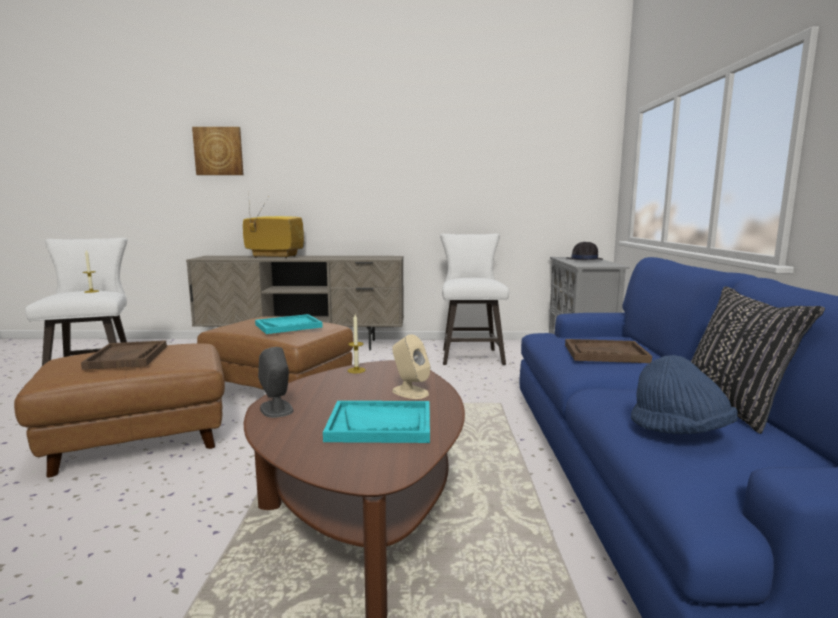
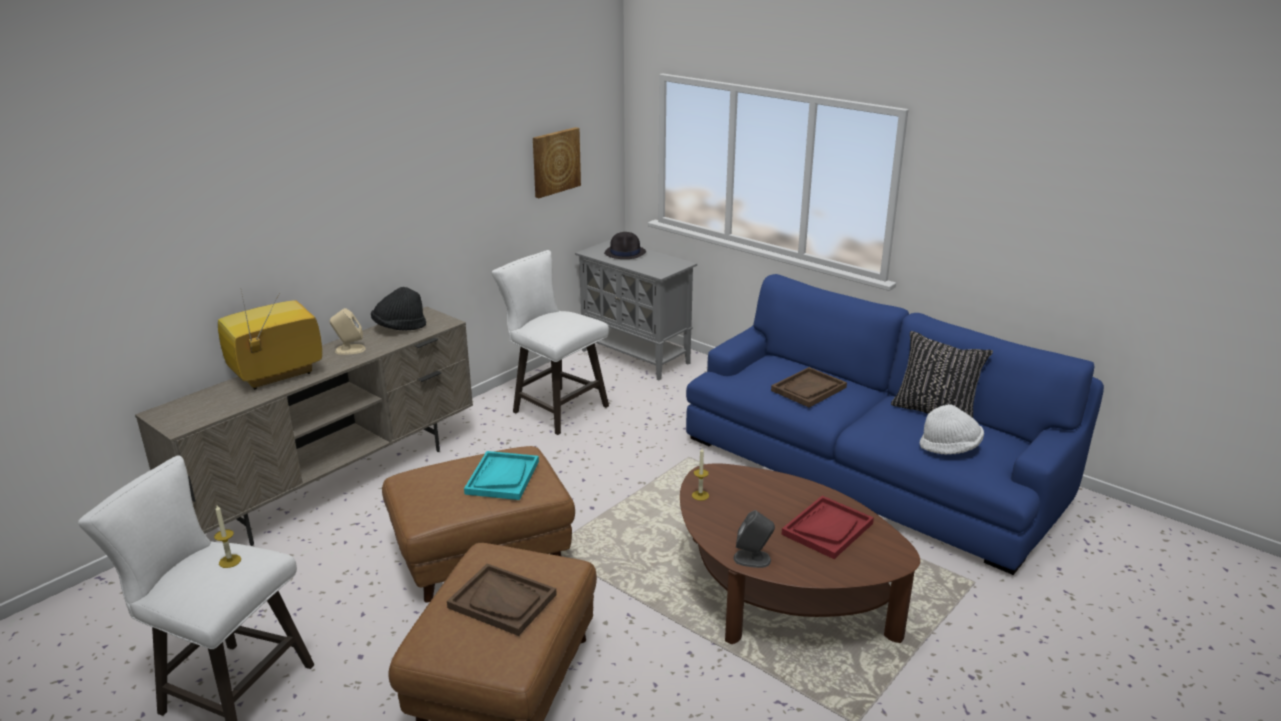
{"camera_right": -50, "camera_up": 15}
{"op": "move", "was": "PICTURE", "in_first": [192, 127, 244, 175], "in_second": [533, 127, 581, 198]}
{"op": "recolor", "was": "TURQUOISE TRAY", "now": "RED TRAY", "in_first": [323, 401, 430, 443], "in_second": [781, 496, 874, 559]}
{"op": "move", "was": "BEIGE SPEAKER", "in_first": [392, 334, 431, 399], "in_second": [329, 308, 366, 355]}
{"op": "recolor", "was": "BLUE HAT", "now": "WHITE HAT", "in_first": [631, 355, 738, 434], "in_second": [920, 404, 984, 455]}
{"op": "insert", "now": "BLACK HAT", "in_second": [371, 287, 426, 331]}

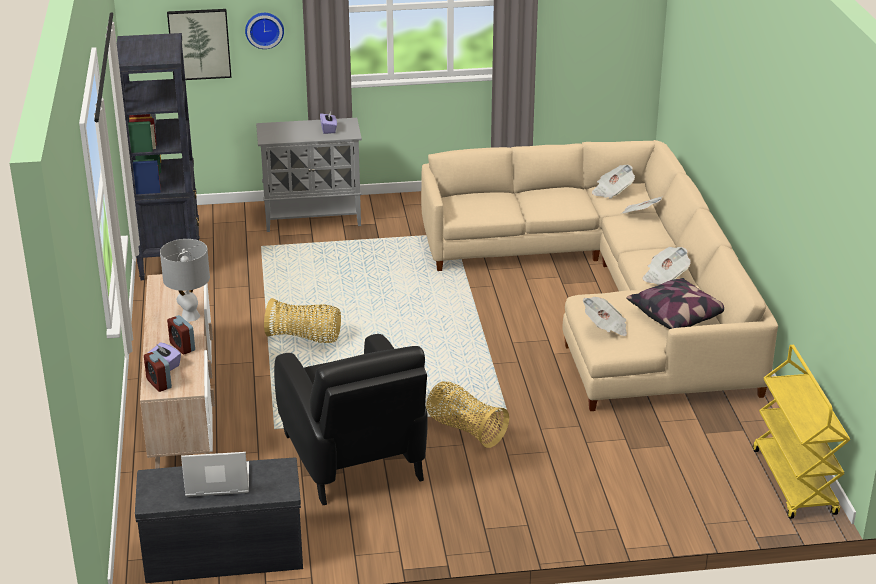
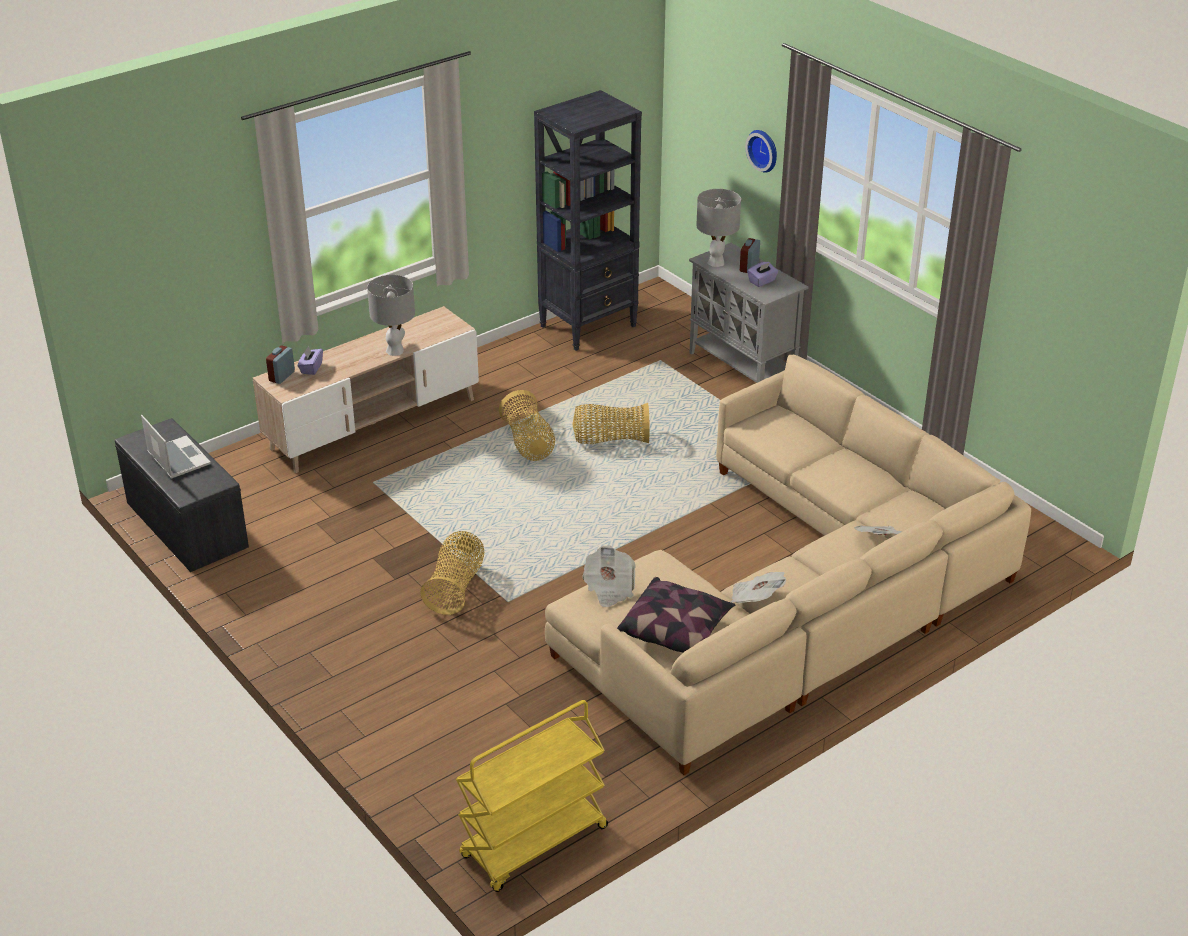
{"camera_right": 60, "camera_up": 5}
{"op": "delete", "was": "PICTURE", "in_first": [167, 9, 231, 80]}
{"op": "move", "was": "ALARM CLOCK", "in_first": [167, 315, 195, 354], "in_second": [740, 238, 760, 273]}
{"op": "delete", "was": "BLACK ARMCHAIR", "in_first": [274, 334, 428, 505]}
{"op": "delete", "was": "NEWSPAPER", "in_first": [592, 165, 635, 199]}
{"op": "insert", "now": "BASKET", "in_second": [572, 403, 650, 444]}
{"op": "insert", "now": "GREY TABLE LAMP", "in_second": [696, 189, 741, 267]}

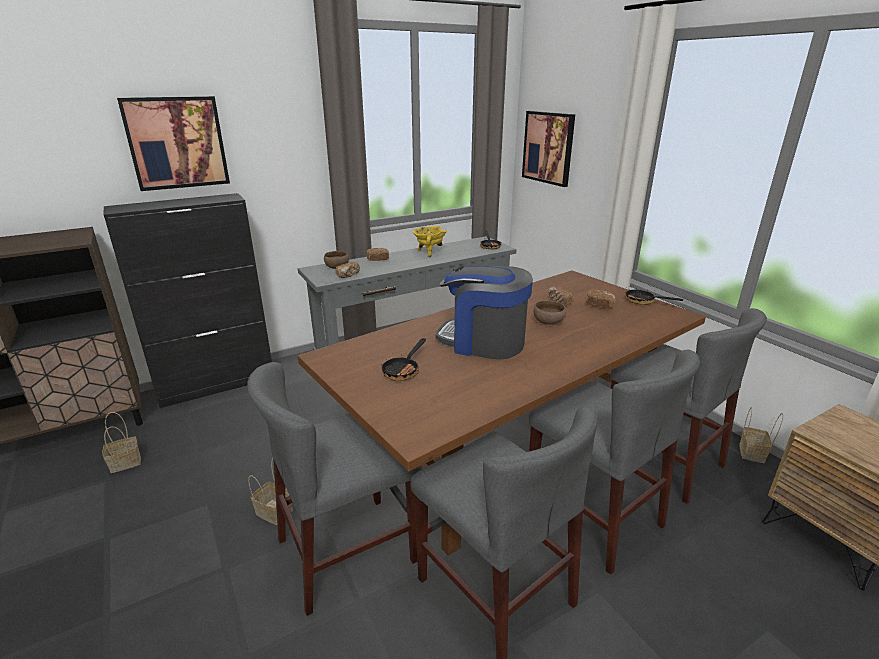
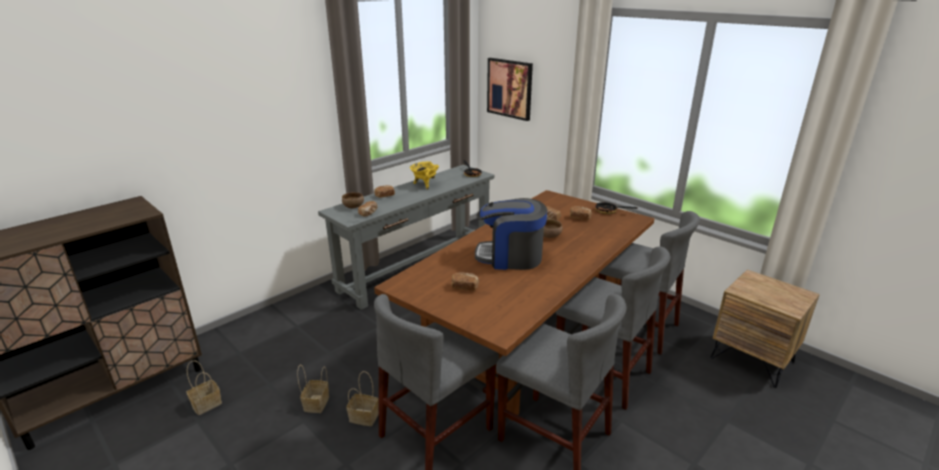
{"camera_right": -15, "camera_up": 0}
{"op": "delete", "was": "BLACK CABINET", "in_first": [103, 193, 272, 408]}
{"op": "delete", "was": "PICTURE", "in_first": [117, 96, 230, 191]}
{"op": "replace", "was": "FRYING PAN", "now": "BREAD", "in_first": [381, 338, 426, 381], "in_second": [452, 272, 479, 291]}
{"op": "move", "was": "BASKET", "in_first": [740, 407, 783, 463], "in_second": [297, 365, 329, 413]}

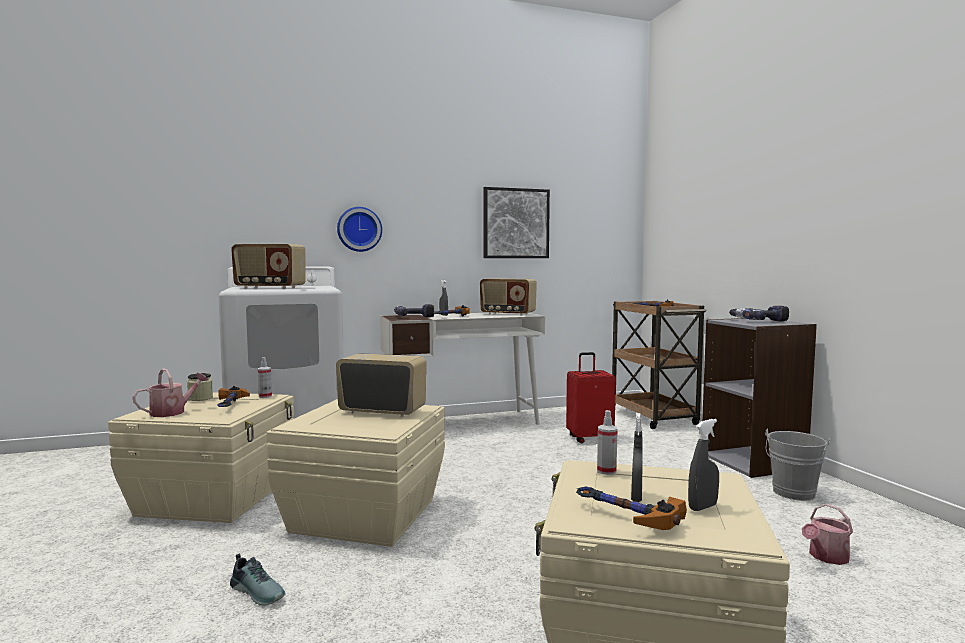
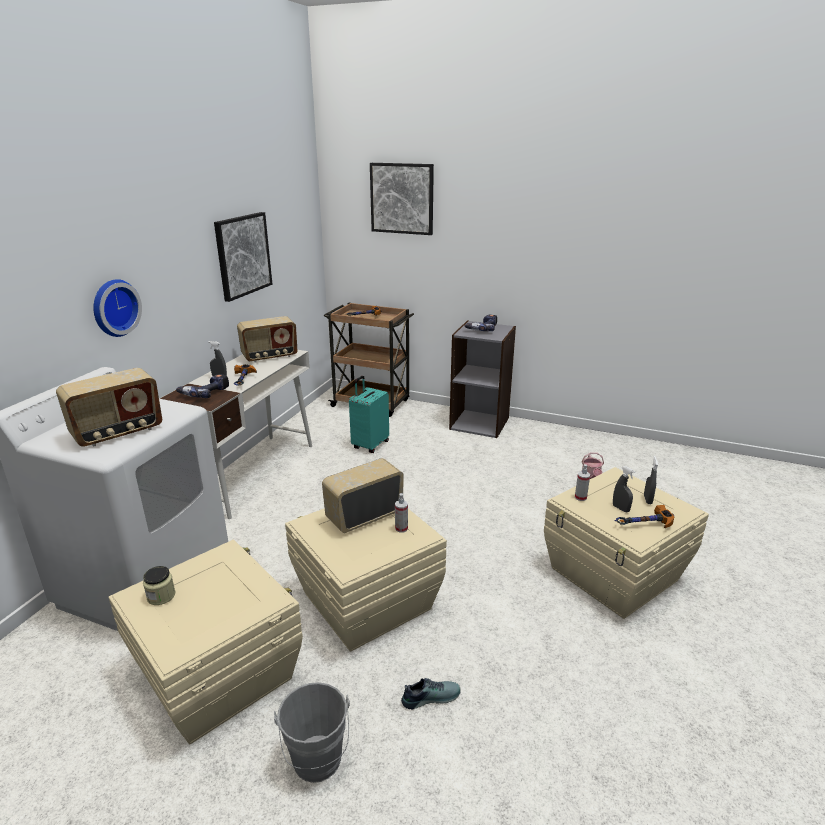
{"camera_right": -50, "camera_up": 20}
{"op": "delete", "was": "WATERING CAN", "in_first": [132, 369, 209, 417]}
{"op": "delete", "was": "HAMMER", "in_first": [218, 386, 250, 407]}
{"op": "move", "was": "SPRAY BOTTLE", "in_first": [258, 357, 272, 398], "in_second": [395, 493, 408, 533]}
{"op": "recolor", "was": "RED SUITCASE", "now": "TURQUOISE SUITCASE", "in_first": [566, 352, 616, 443], "in_second": [349, 376, 389, 453]}
{"op": "move", "was": "GREY BUCKET", "in_first": [765, 428, 830, 501], "in_second": [274, 682, 350, 783]}
{"op": "insert", "now": "PICTURE", "in_second": [370, 163, 434, 235]}

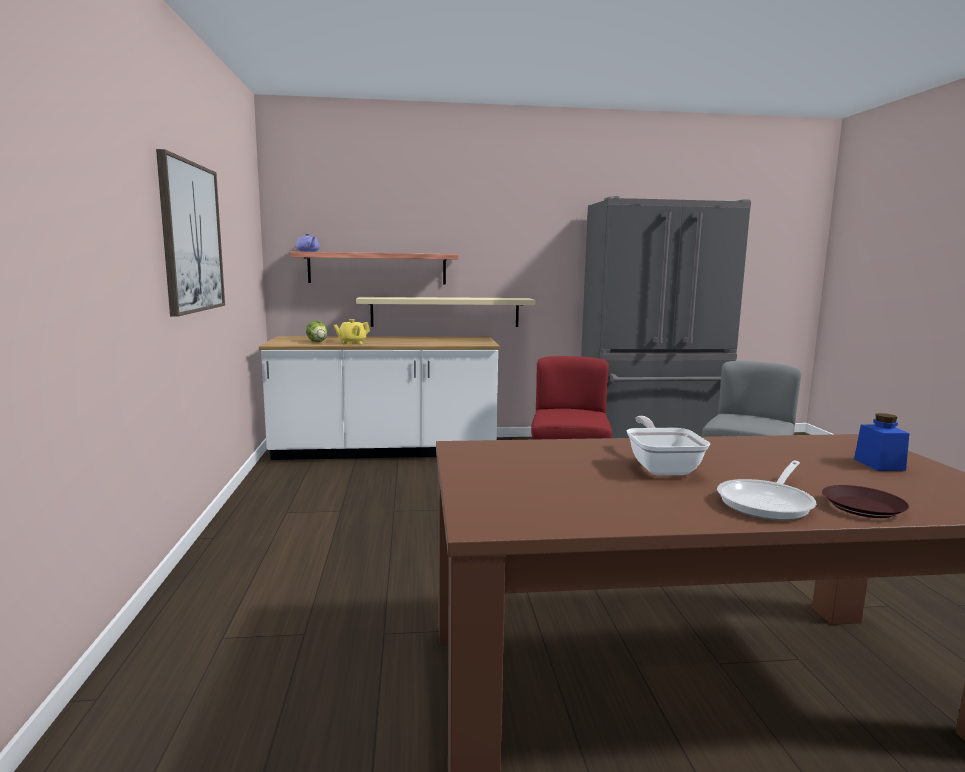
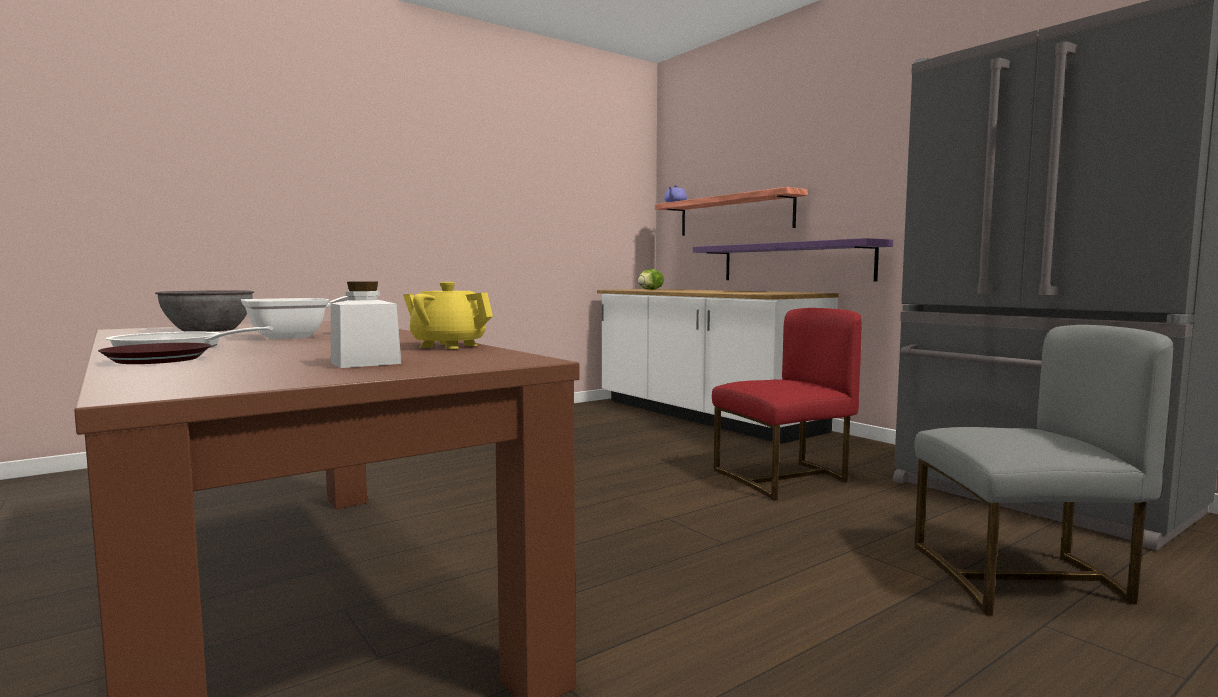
{"camera_right": 60, "camera_up": -5}
{"op": "delete", "was": "PICTURE", "in_first": [156, 149, 225, 317]}
{"op": "move", "was": "YELLOW TEAPOT", "in_first": [334, 319, 370, 345], "in_second": [403, 282, 493, 349]}
{"op": "recolor", "was": "BEIGE SHELF", "now": "PURPLE SHELF", "in_first": [356, 297, 535, 327], "in_second": [693, 238, 893, 281]}
{"op": "recolor", "was": "BLUE JAR", "now": "WHITE JAR", "in_first": [854, 413, 909, 471], "in_second": [331, 282, 401, 368]}
{"op": "insert", "now": "GREY BOWL", "in_second": [155, 290, 254, 332]}

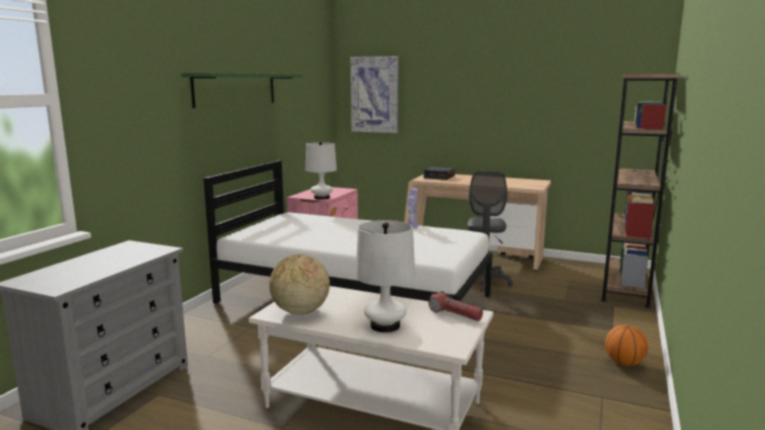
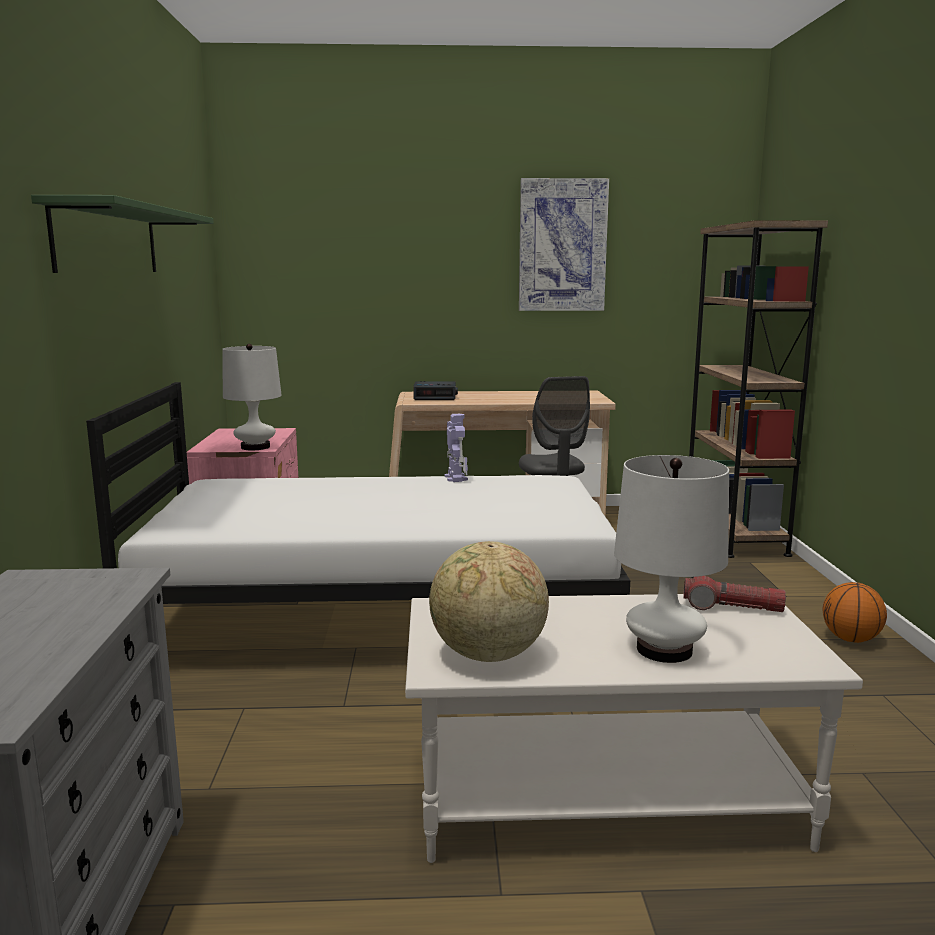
{"camera_right": -25, "camera_up": 0}
{"op": "move", "was": "PICTURE", "in_first": [351, 56, 399, 133], "in_second": [519, 178, 609, 311]}

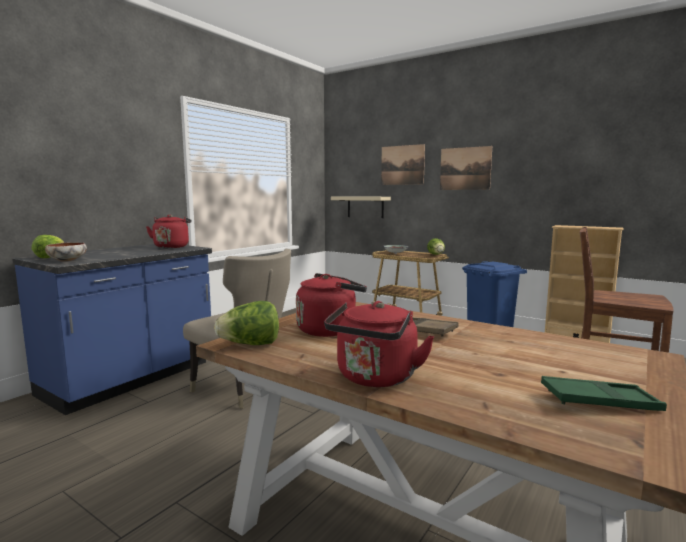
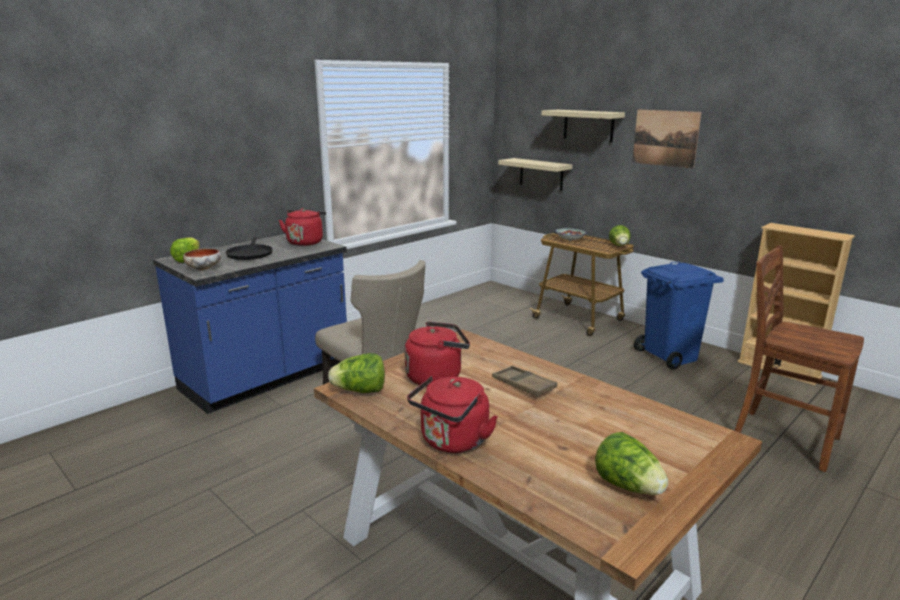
{"camera_right": 10, "camera_up": 10}
{"op": "replace", "was": "PICTURE", "now": "BEIGE SHELF", "in_first": [381, 144, 425, 185], "in_second": [541, 110, 625, 143]}
{"op": "replace", "was": "GREEN TRAY", "now": "LETTUCE", "in_first": [541, 376, 667, 411], "in_second": [595, 432, 668, 495]}
{"op": "insert", "now": "BLACK FRYING PAN", "in_second": [226, 237, 273, 260]}

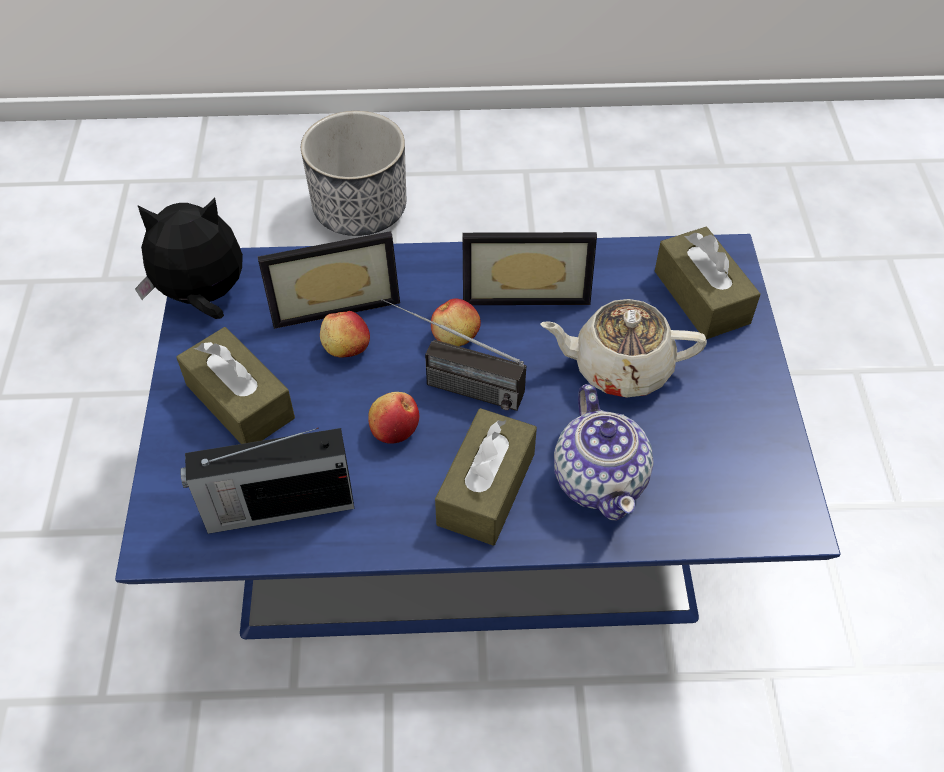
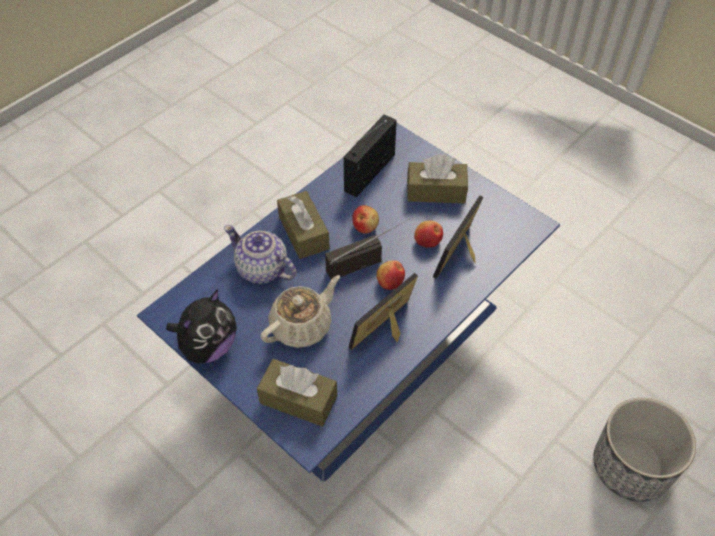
{"camera_right": 135, "camera_up": 0}
{"op": "move", "was": "PLUSH TOY", "in_first": [135, 198, 243, 319], "in_second": [166, 289, 237, 363]}

